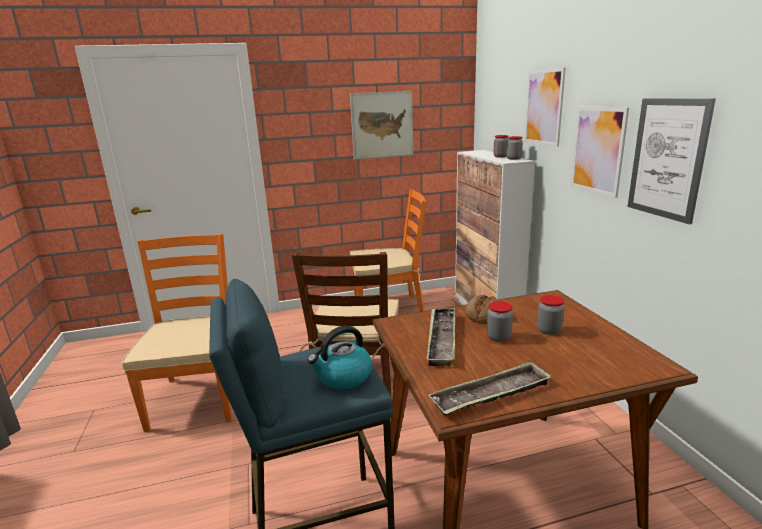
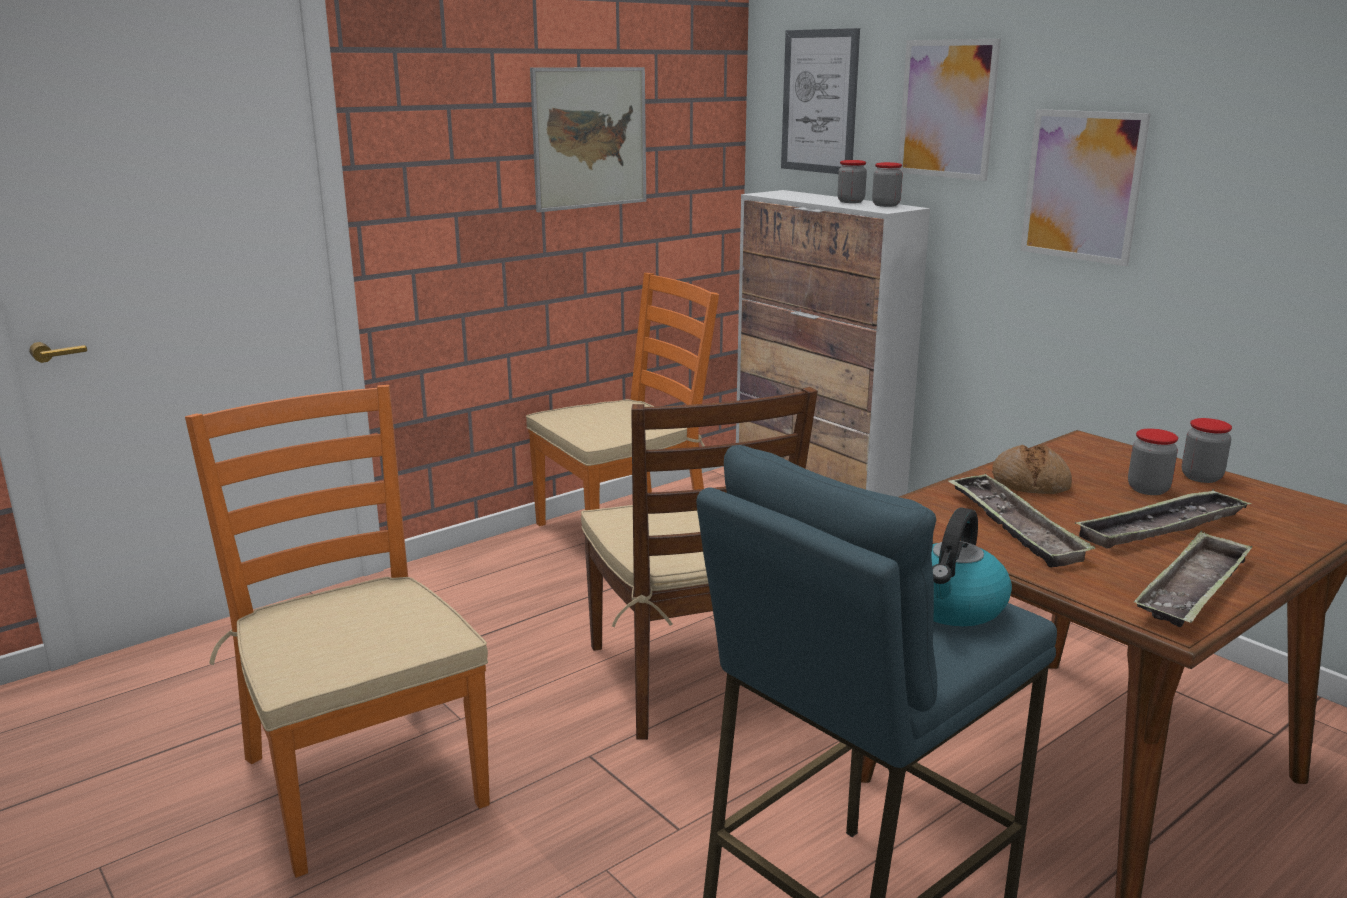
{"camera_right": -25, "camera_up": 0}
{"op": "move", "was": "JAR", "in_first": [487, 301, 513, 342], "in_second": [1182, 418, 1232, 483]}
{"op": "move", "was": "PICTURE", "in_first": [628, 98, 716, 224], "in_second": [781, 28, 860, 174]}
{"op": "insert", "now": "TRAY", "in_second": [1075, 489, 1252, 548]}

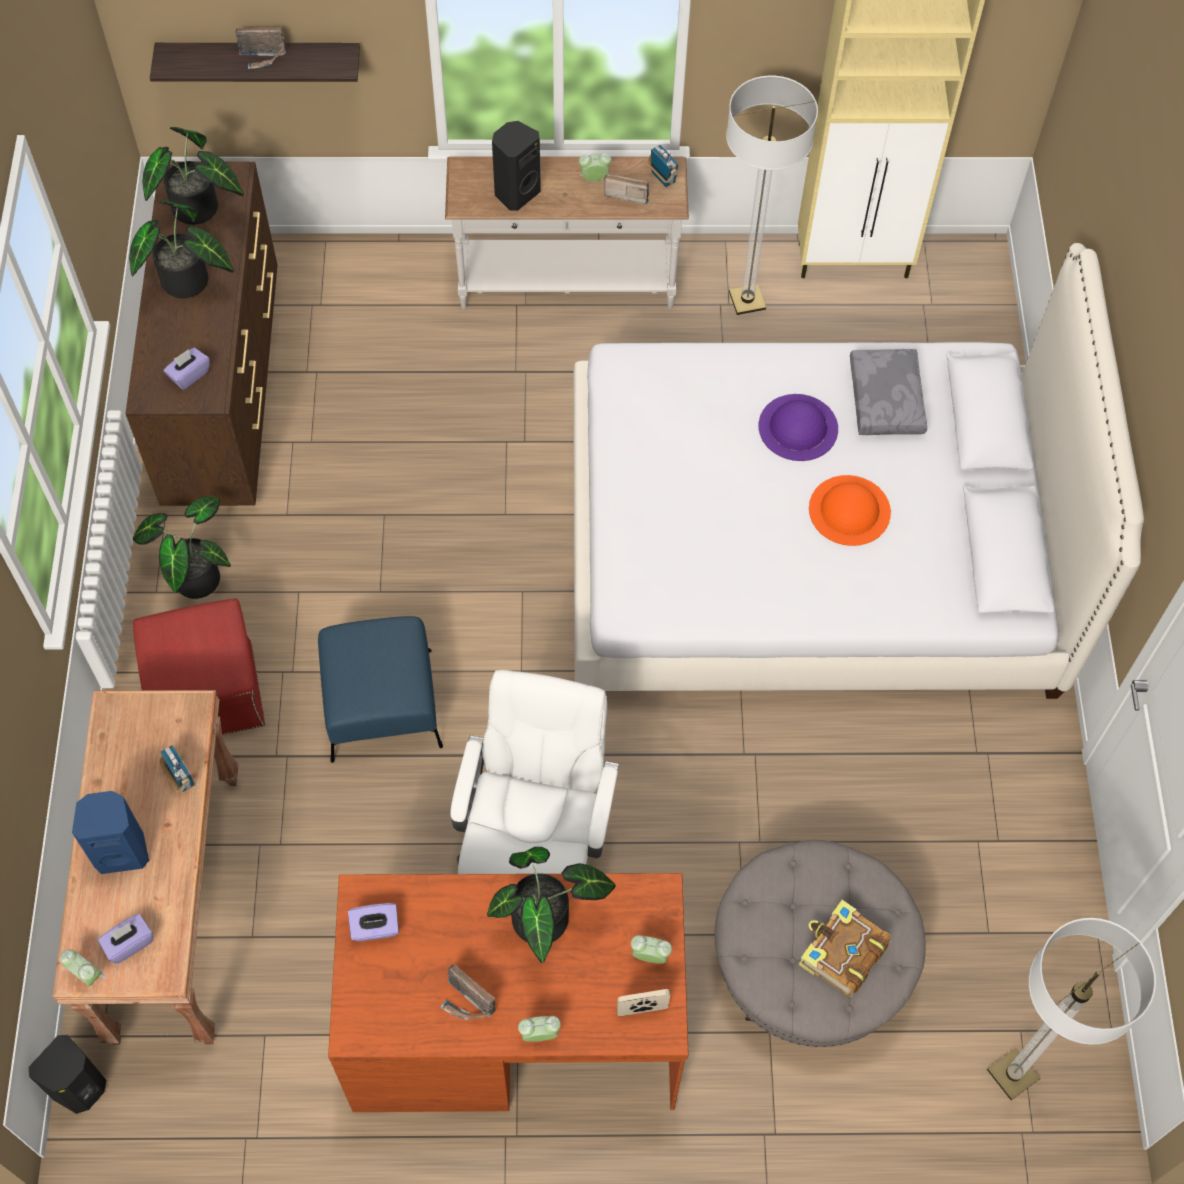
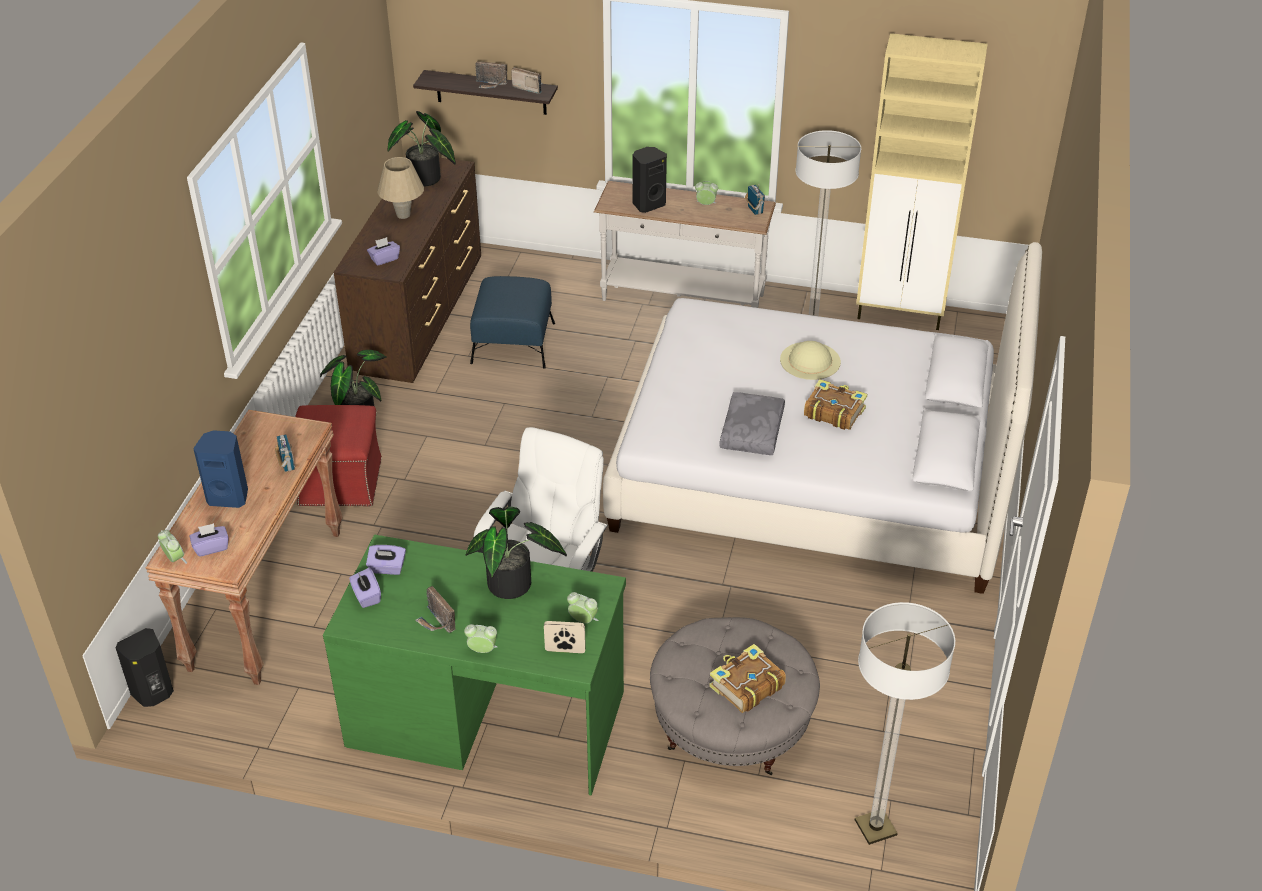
{"camera_right": 15, "camera_up": -20}
{"op": "replace", "was": "POTTED PLANT", "now": "BEIGE TABLE LAMP", "in_first": [129, 200, 234, 298], "in_second": [377, 157, 424, 219]}
{"op": "move", "was": "BLUE OTTOMAN", "in_first": [318, 616, 443, 763], "in_second": [470, 276, 555, 368]}
{"op": "recolor", "was": "BROWN DESK", "now": "GREEN DESK", "in_first": [328, 873, 689, 1112], "in_second": [323, 534, 626, 795]}
{"op": "move", "was": "RADIO", "in_first": [604, 174, 649, 204], "in_second": [511, 67, 543, 94]}
{"op": "recolor", "was": "PURPLE HAT", "now": "BEIGE HAT", "in_first": [759, 394, 838, 461], "in_second": [780, 341, 841, 380]}
{"op": "replace", "was": "ORANGE HAT", "now": "BOOK", "in_first": [809, 475, 891, 546], "in_second": [804, 379, 867, 430]}
{"op": "move", "was": "GREY PILLOW", "in_first": [850, 349, 927, 435], "in_second": [719, 392, 785, 455]}
{"op": "insert", "now": "PURPLE TISSUE BOX", "in_second": [349, 568, 381, 608]}

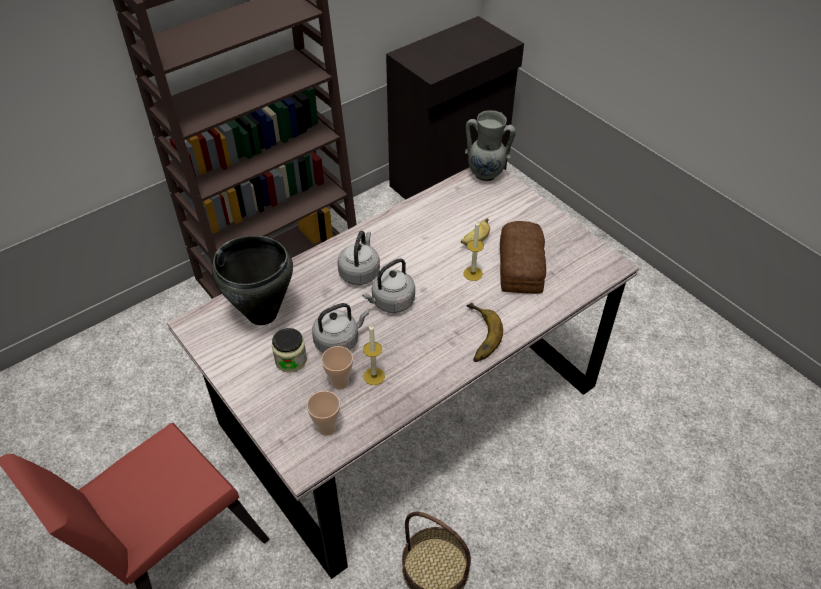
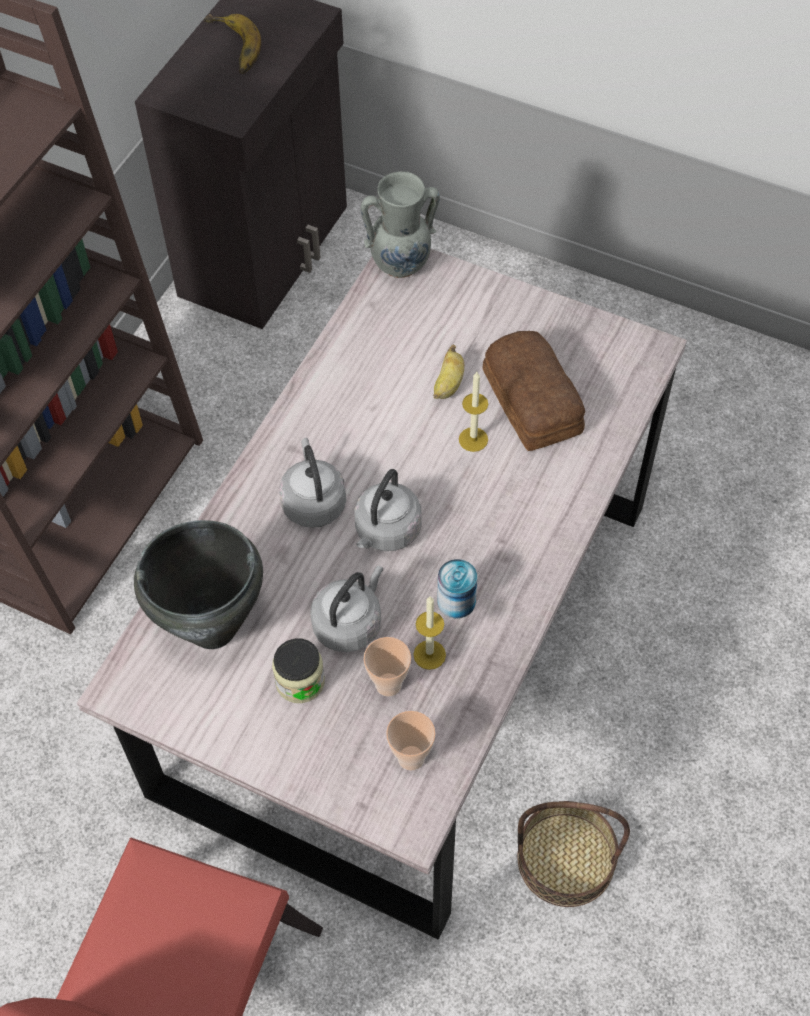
{"camera_right": -25, "camera_up": 10}
{"op": "move", "was": "BANANA", "in_first": [467, 303, 503, 362], "in_second": [204, 14, 261, 74]}
{"op": "insert", "now": "CAN", "in_second": [437, 559, 477, 618]}

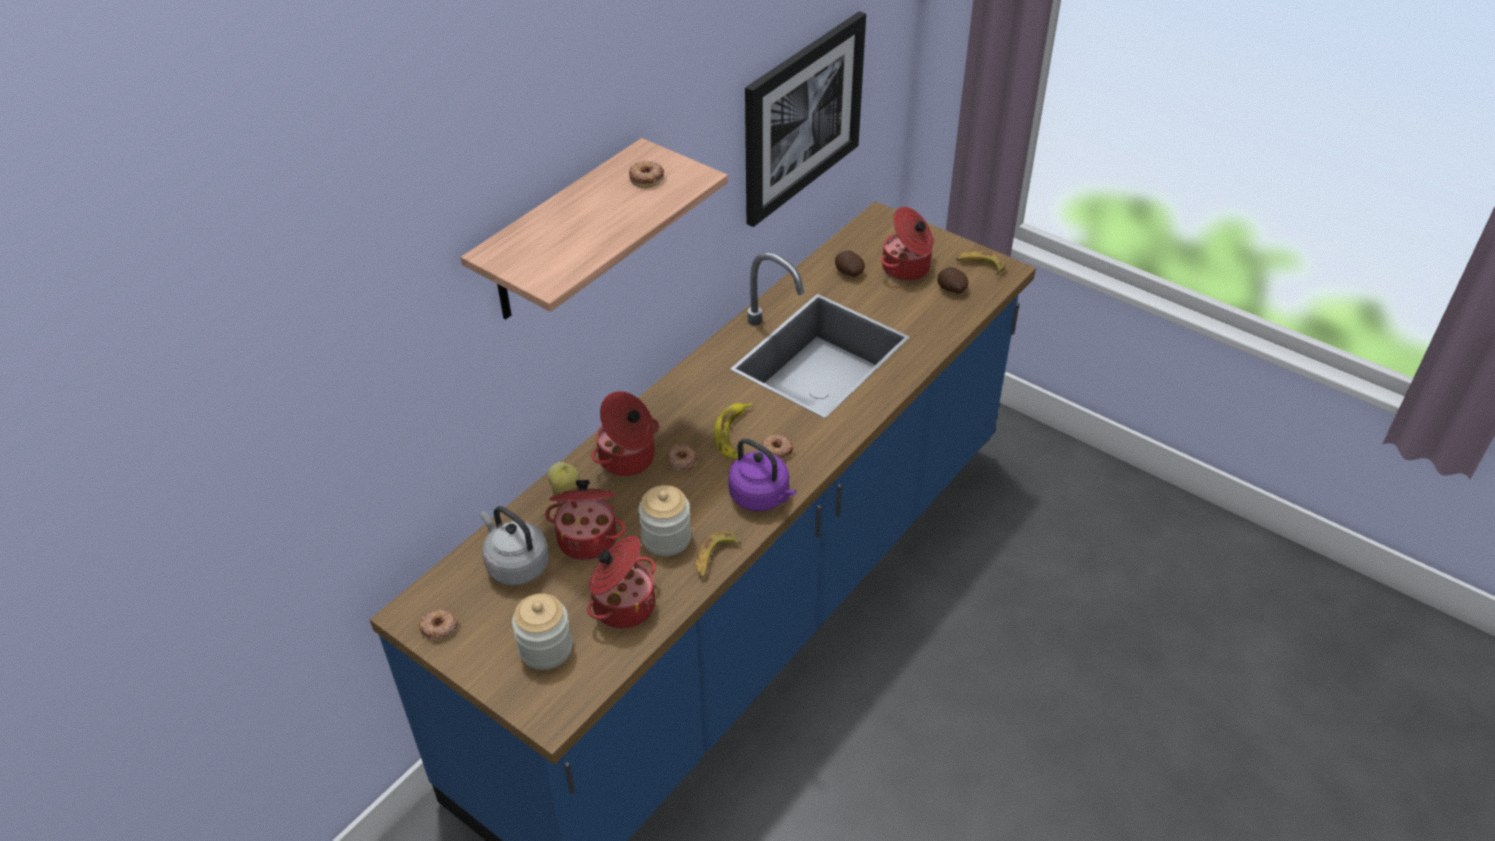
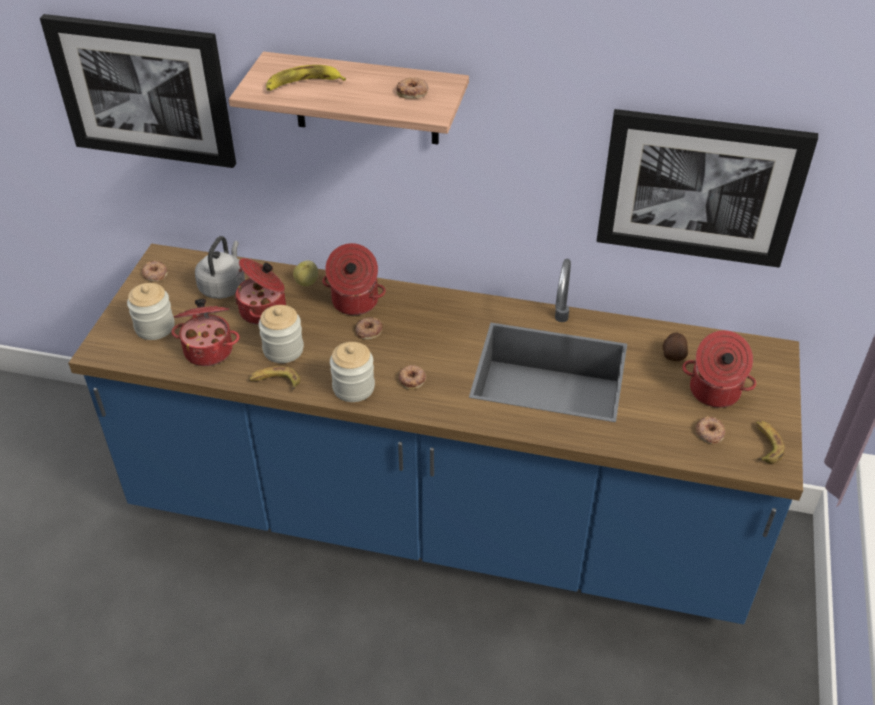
{"camera_right": 65, "camera_up": 0}
{"op": "move", "was": "BANANA", "in_first": [714, 403, 753, 459], "in_second": [266, 65, 346, 91]}
{"op": "replace", "was": "PURPLE KETTLE", "now": "JAR", "in_first": [728, 438, 796, 511], "in_second": [330, 342, 375, 402]}
{"op": "replace", "was": "POTATO", "now": "DONUT", "in_first": [937, 267, 968, 294], "in_second": [695, 416, 725, 444]}
{"op": "insert", "now": "PICTURE", "in_second": [40, 14, 236, 168]}

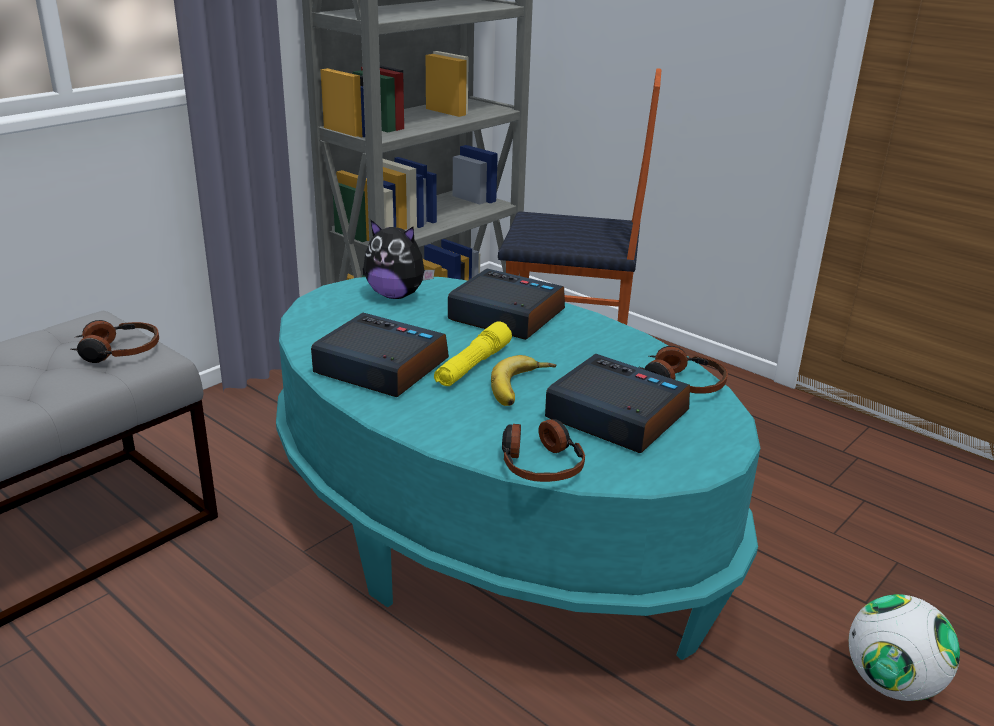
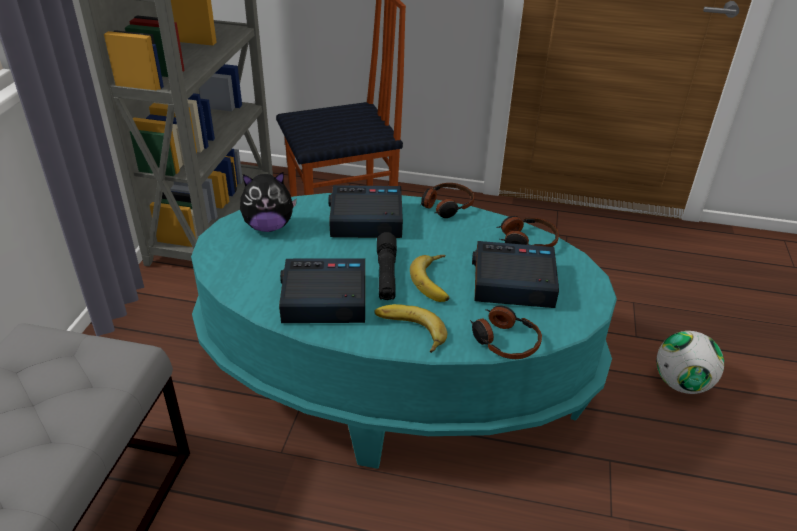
{"camera_right": -30, "camera_up": 10}
{"op": "move", "was": "HEADPHONES", "in_first": [71, 320, 159, 363], "in_second": [421, 183, 475, 218]}
{"op": "recolor", "was": "YELLOW FLASHLIGHT", "now": "BLACK FLASHLIGHT", "in_first": [434, 321, 512, 386], "in_second": [377, 232, 397, 300]}
{"op": "insert", "now": "BANANA", "in_second": [374, 304, 447, 353]}

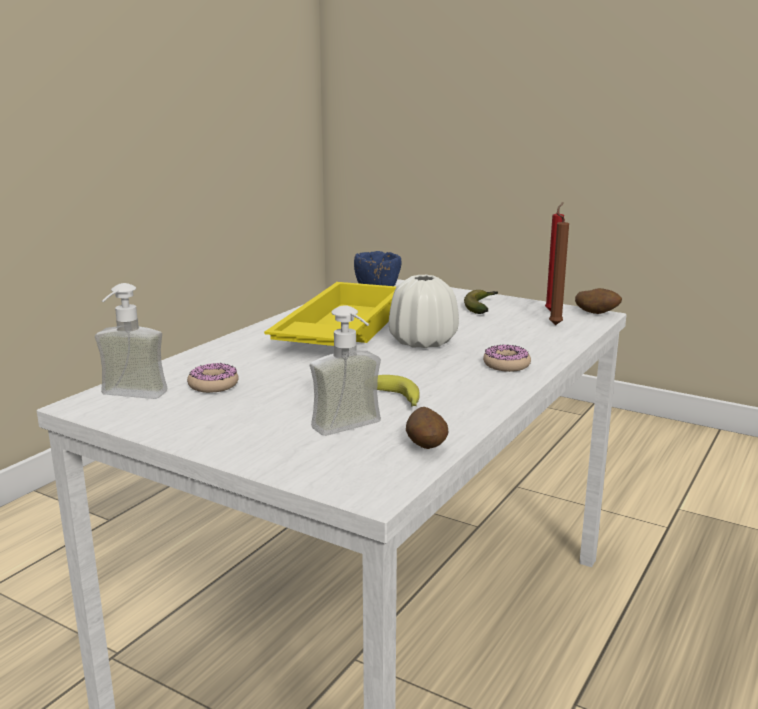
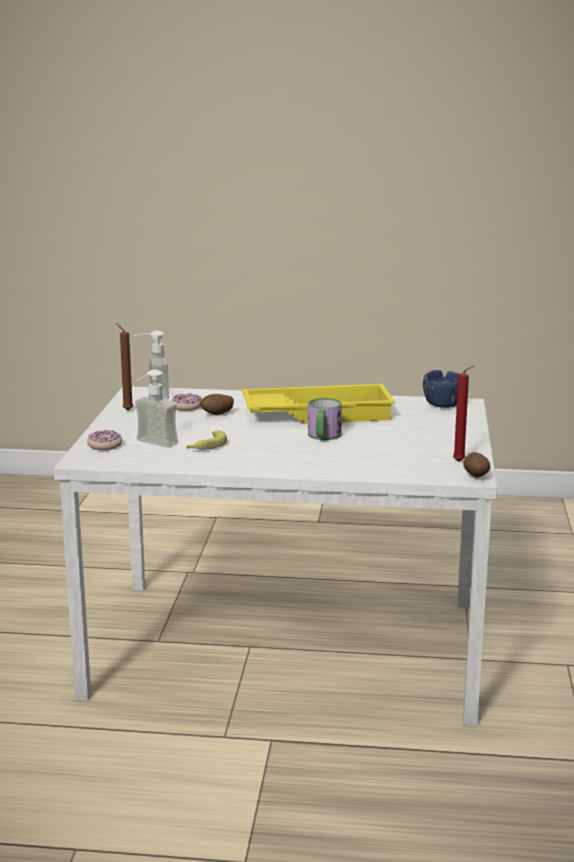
{"camera_right": 65, "camera_up": 0}
{"op": "replace", "was": "WHITE VASE", "now": "MUG", "in_first": [389, 275, 459, 348], "in_second": [308, 398, 342, 440]}
{"op": "move", "was": "POTATO", "in_first": [406, 407, 448, 449], "in_second": [199, 394, 234, 415]}
{"op": "delete", "was": "BANANA", "in_first": [464, 290, 498, 314]}
{"op": "move", "was": "DONUT", "in_first": [483, 344, 531, 372], "in_second": [87, 430, 122, 450]}
{"op": "move", "was": "BROWN CANDLE", "in_first": [549, 212, 569, 325], "in_second": [116, 323, 133, 410]}

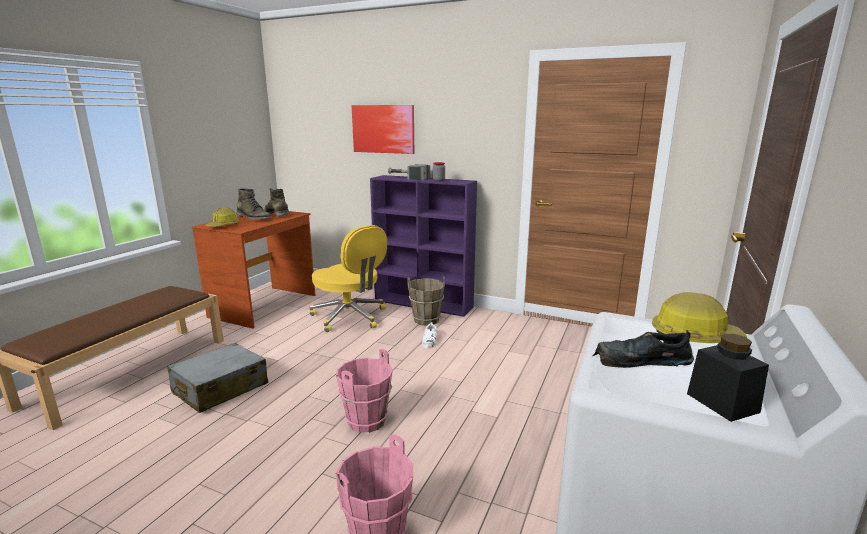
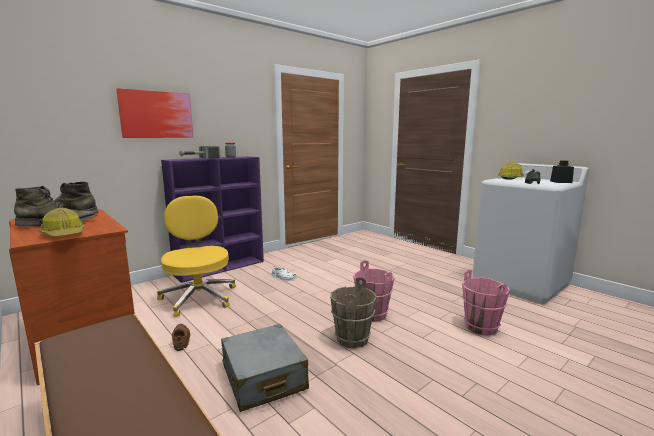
{"camera_right": -65, "camera_up": -5}
{"op": "rotate", "was": "YELLOW OFFICE CHAIR", "in_first": [309, 225, 387, 333], "in_second": [157, 196, 236, 317], "clockwise": -90}
{"op": "move", "was": "BROWN BUCKET", "in_first": [407, 276, 445, 326], "in_second": [330, 277, 377, 348]}
{"op": "insert", "now": "BROWN SHOE", "in_second": [172, 324, 190, 351]}

